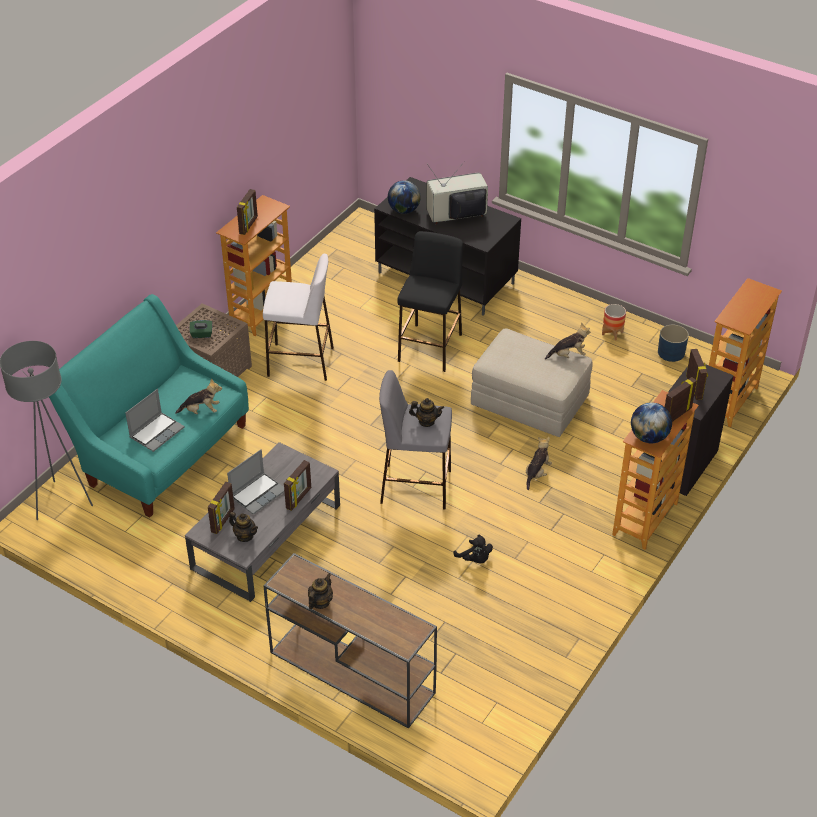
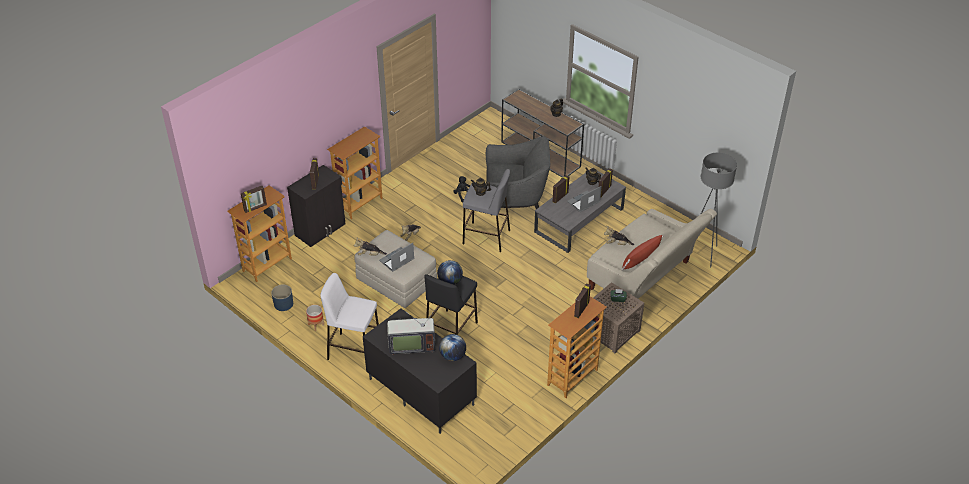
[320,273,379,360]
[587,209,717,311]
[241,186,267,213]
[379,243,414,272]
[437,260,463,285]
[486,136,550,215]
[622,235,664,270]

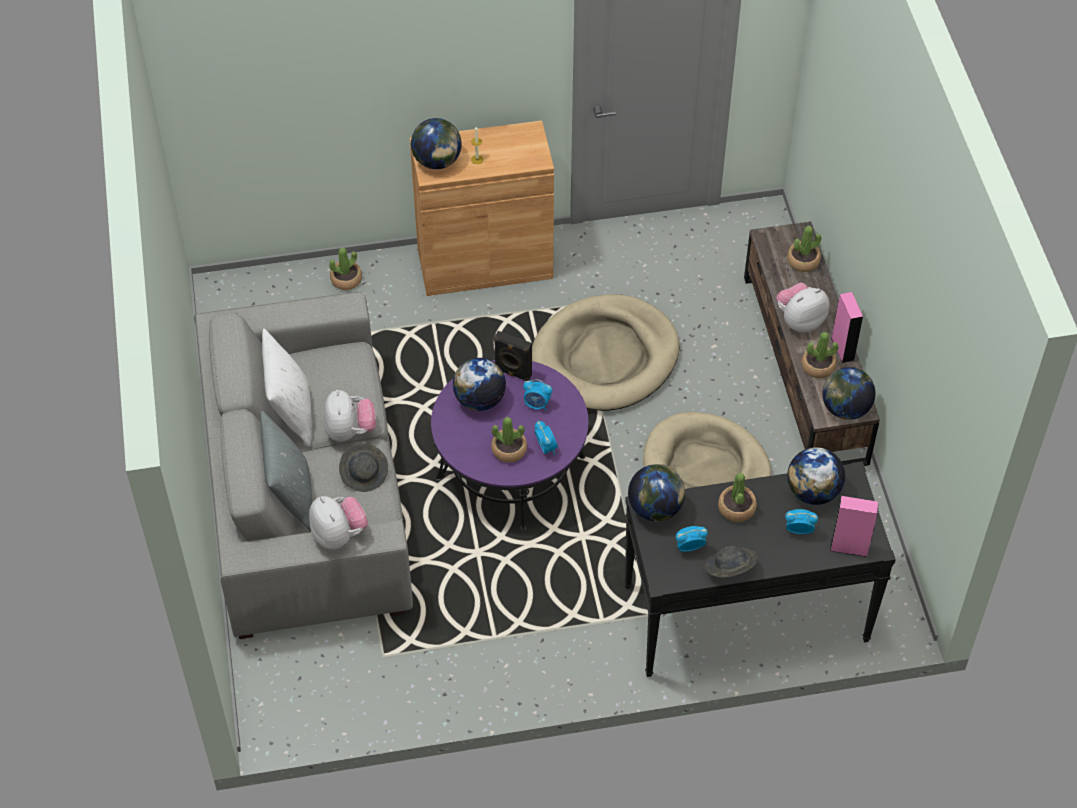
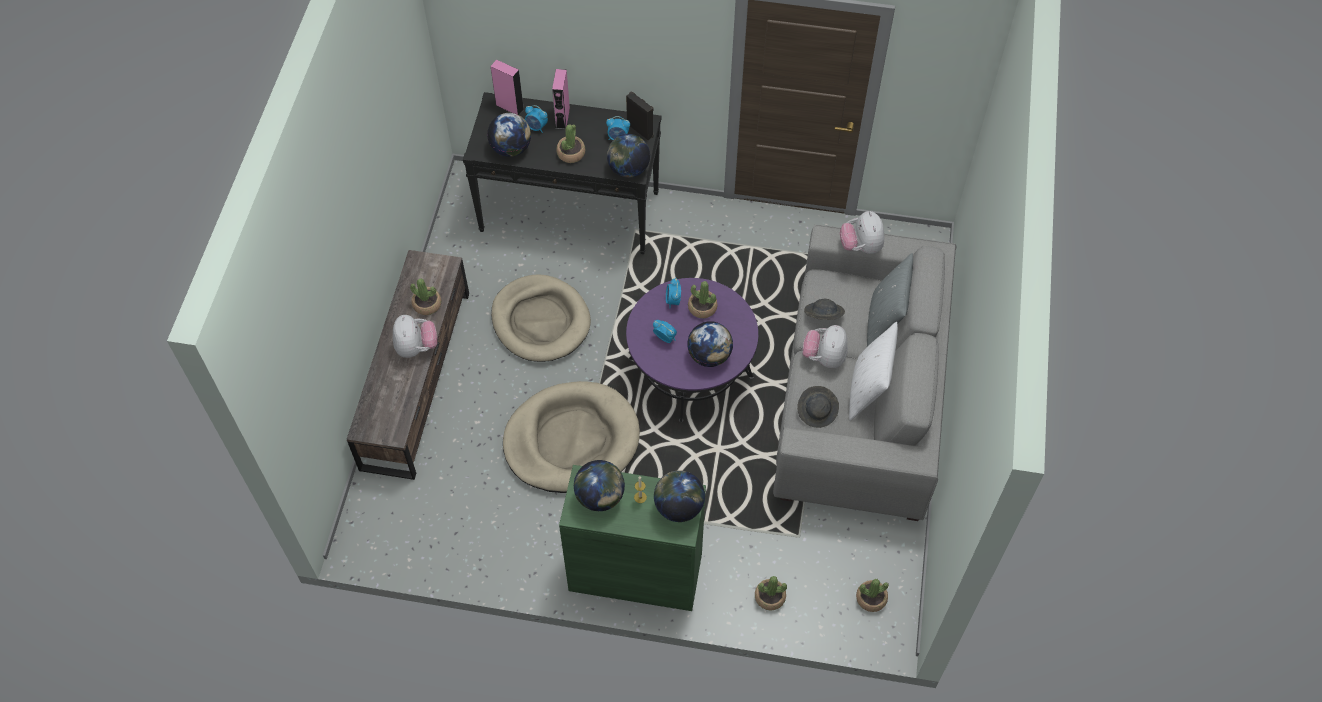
[559,465,706,611]
[856,579,889,612]
[393,315,437,358]
[552,69,570,129]
[626,91,654,140]
[574,460,625,511]
[797,386,839,428]

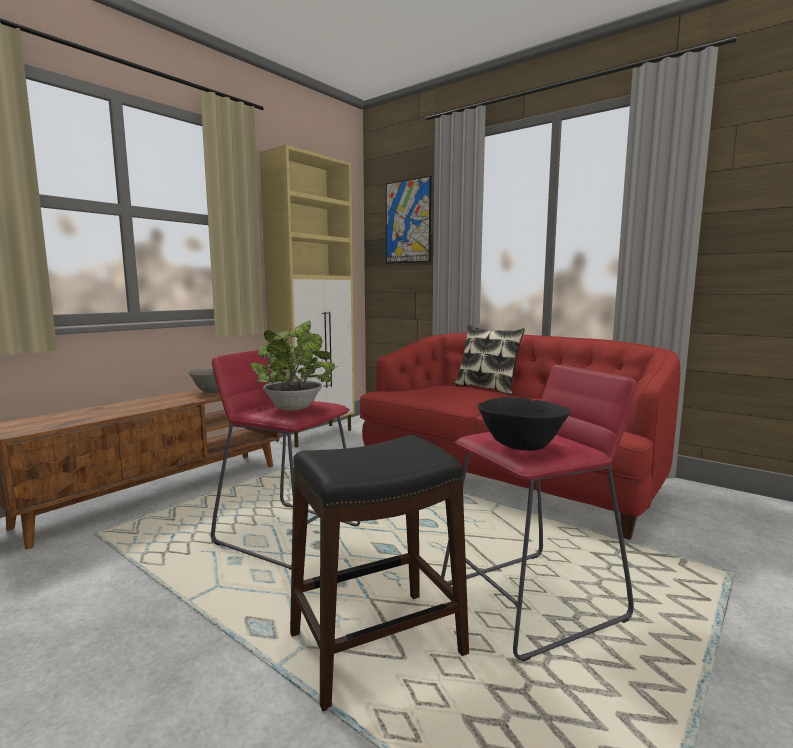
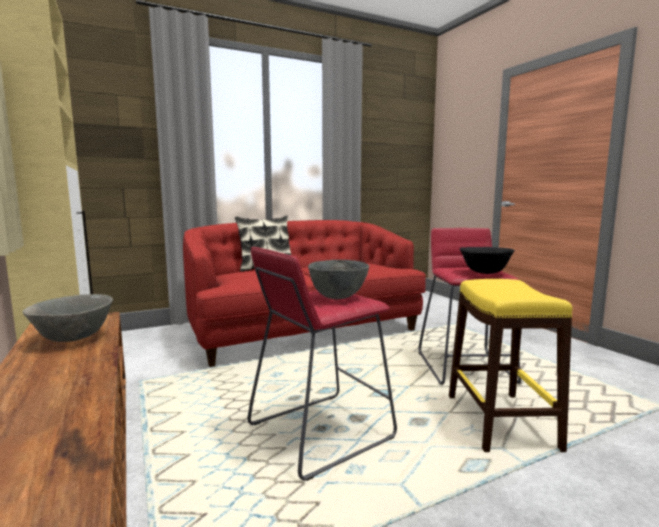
[386,176,432,264] (first image)
[308,260,369,299]
[449,279,573,452]

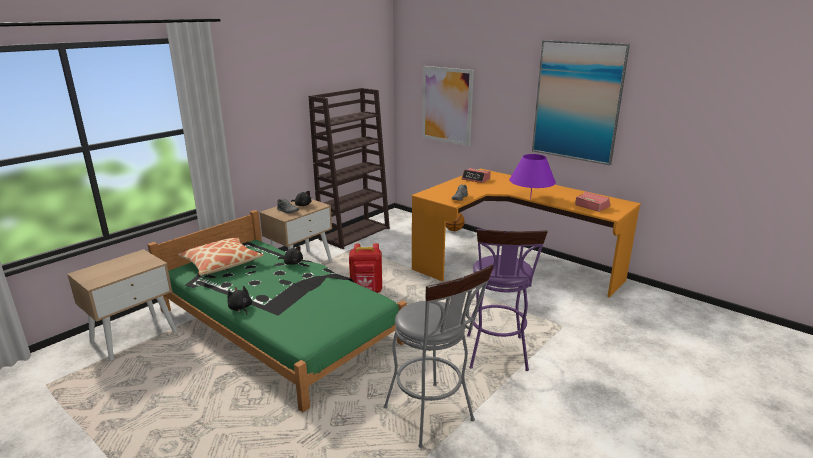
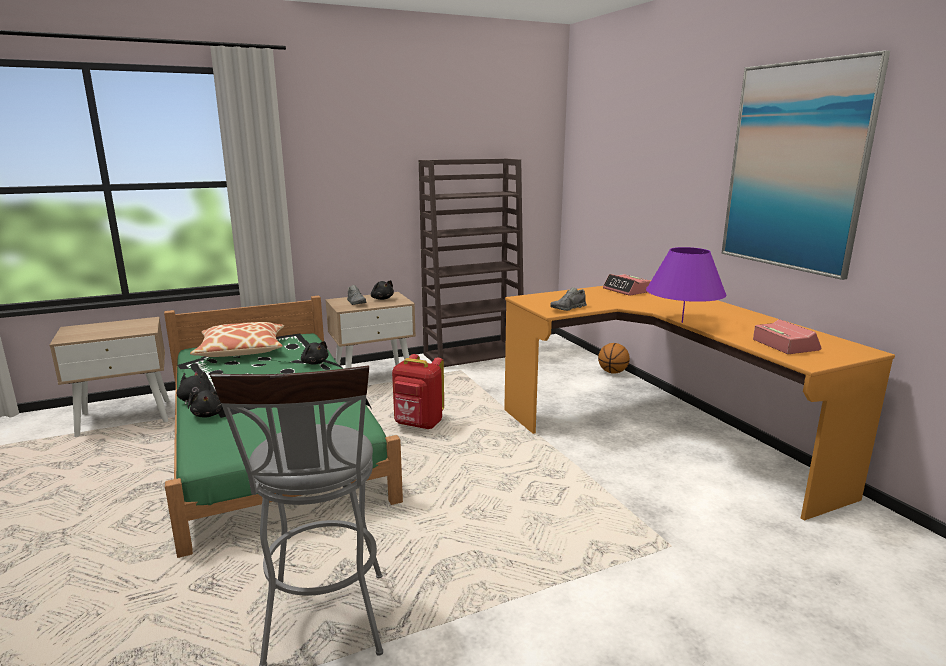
[422,66,474,146] (first image)
[467,229,548,371] (first image)
[190,390,223,418]

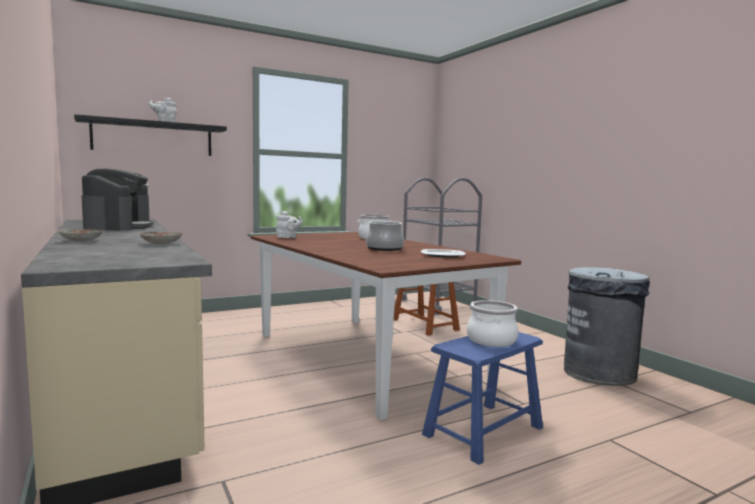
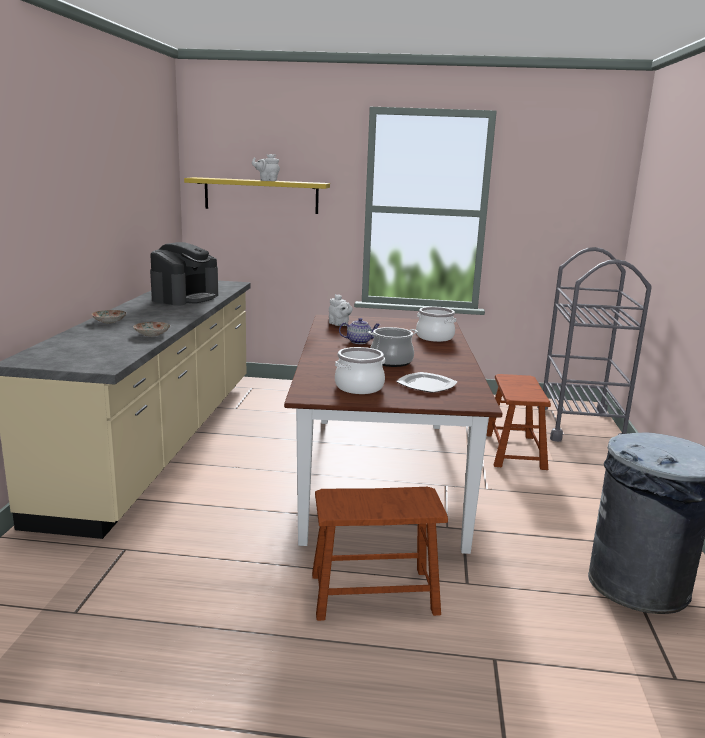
[184,177,330,214]
[335,347,385,394]
[312,487,448,621]
[339,318,381,344]

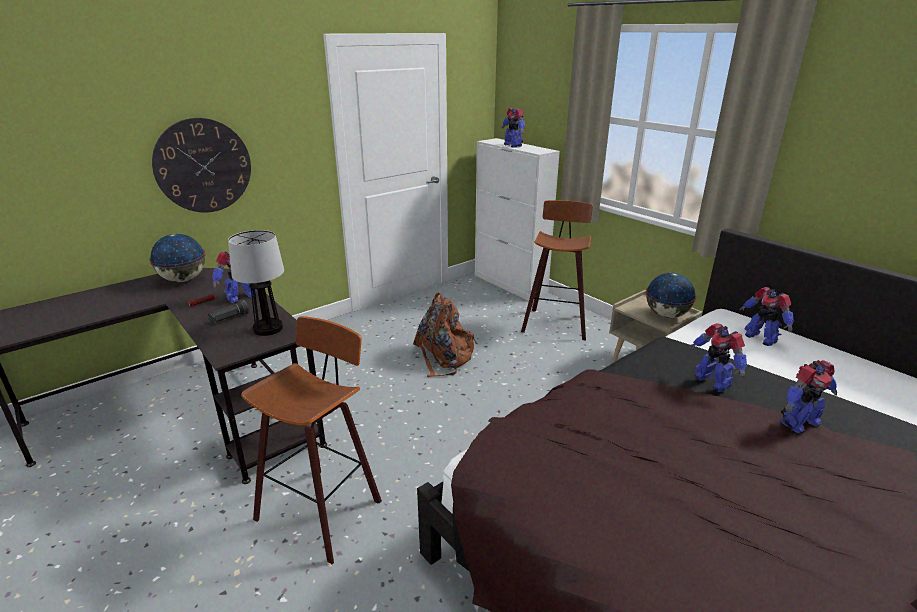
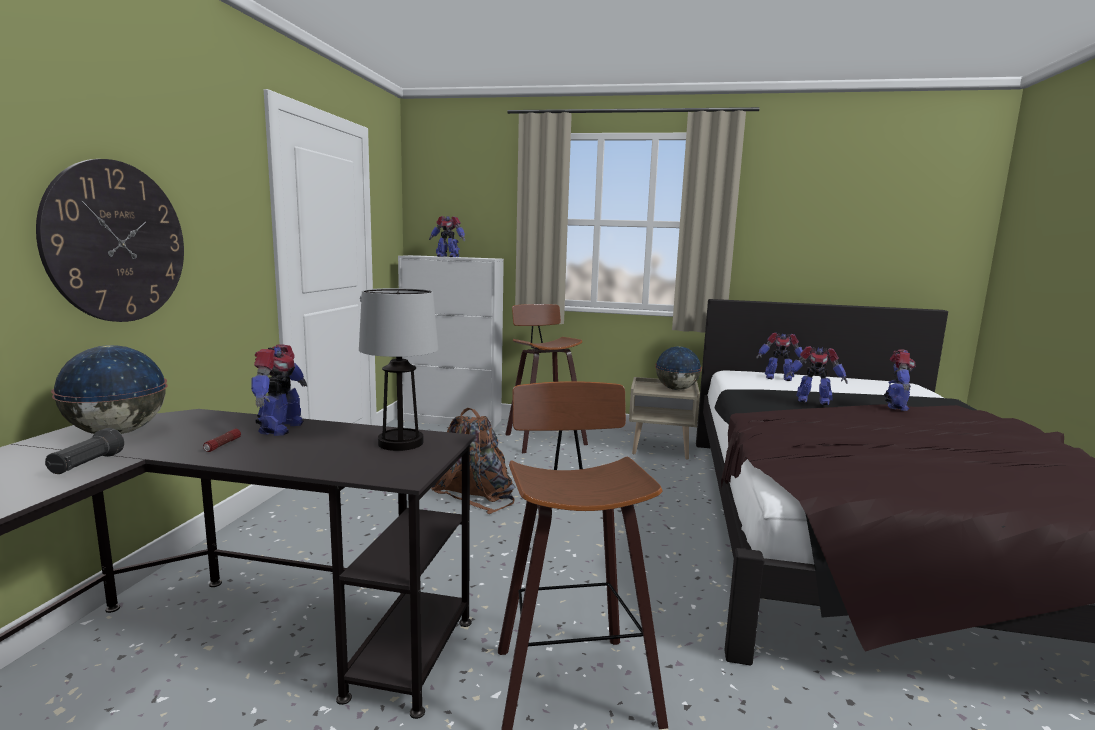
[45,428,124,474]

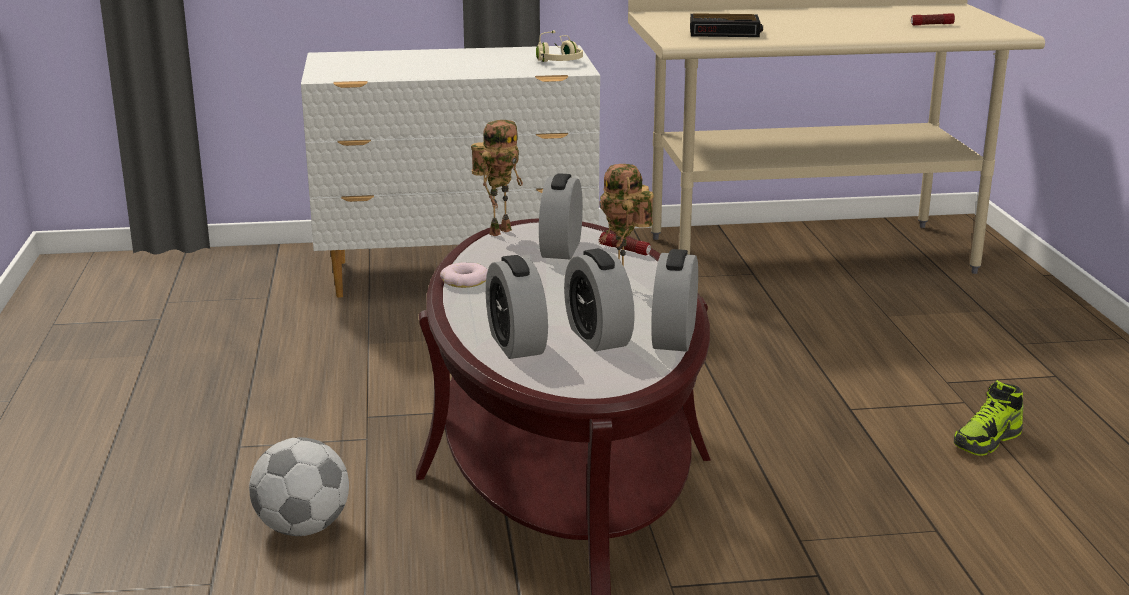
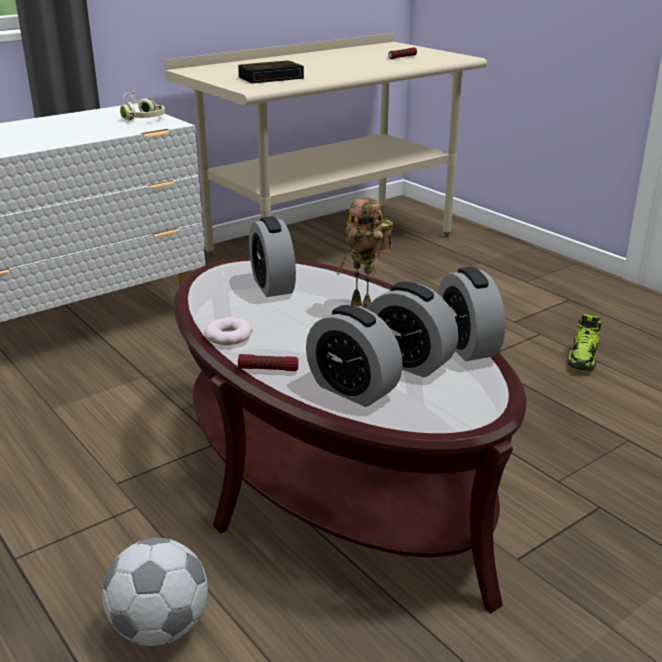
[471,120,523,236] (first image)
[238,354,299,371]

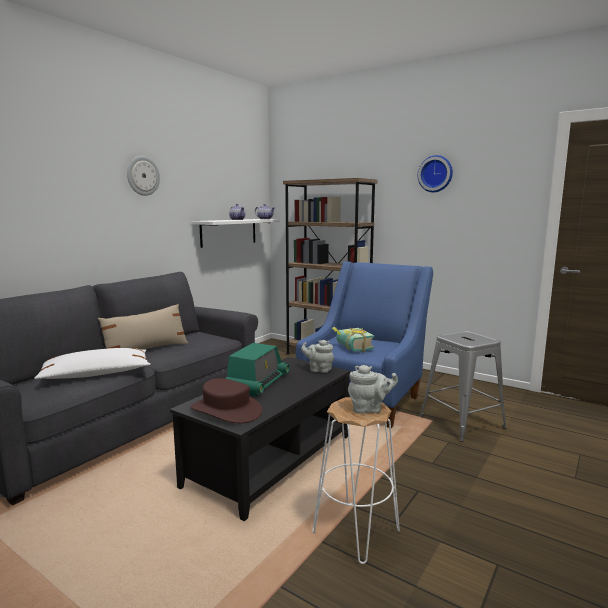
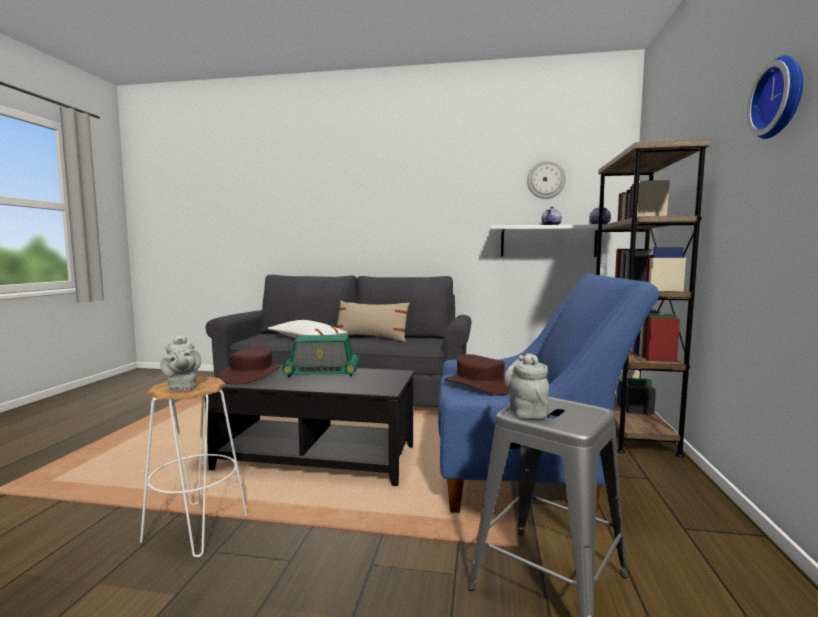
[527,160,566,199]
[444,354,510,395]
[504,353,549,418]

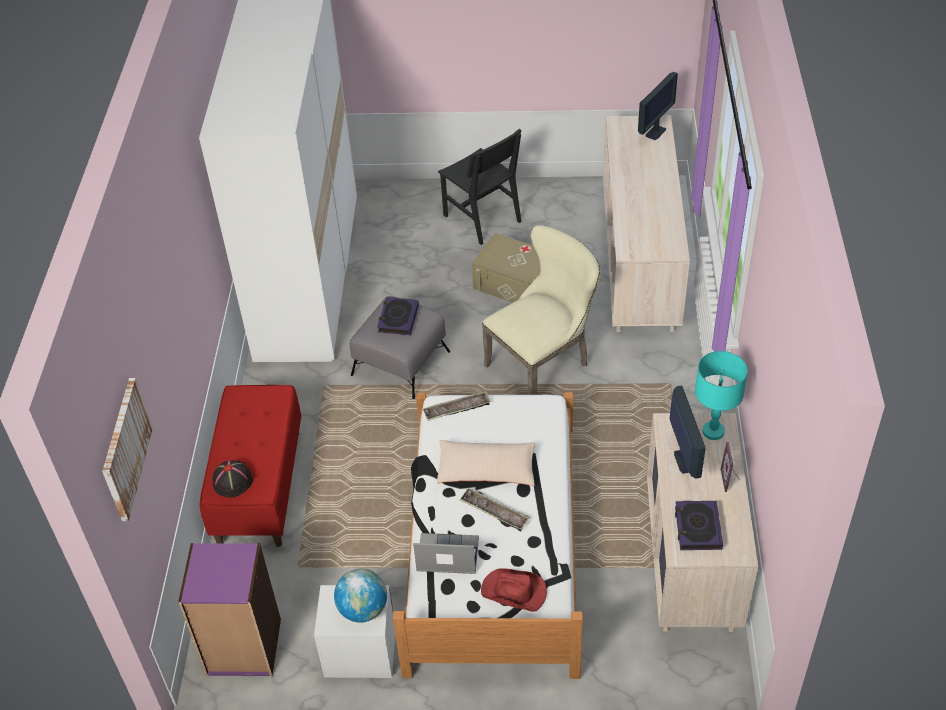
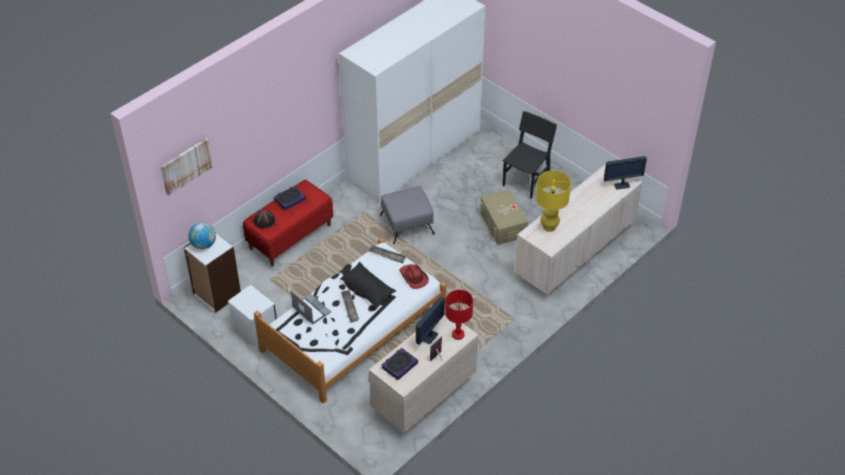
[502,111,557,199]
[482,225,601,395] (first image)
[274,186,306,210]
[445,290,473,340]
[340,262,396,308]
[184,234,241,313]
[399,264,429,289]
[189,222,216,249]
[536,170,571,232]

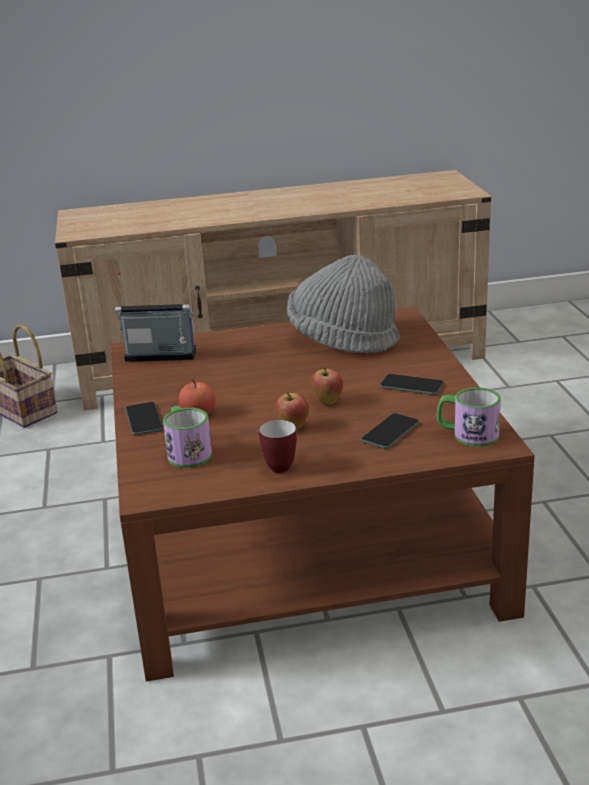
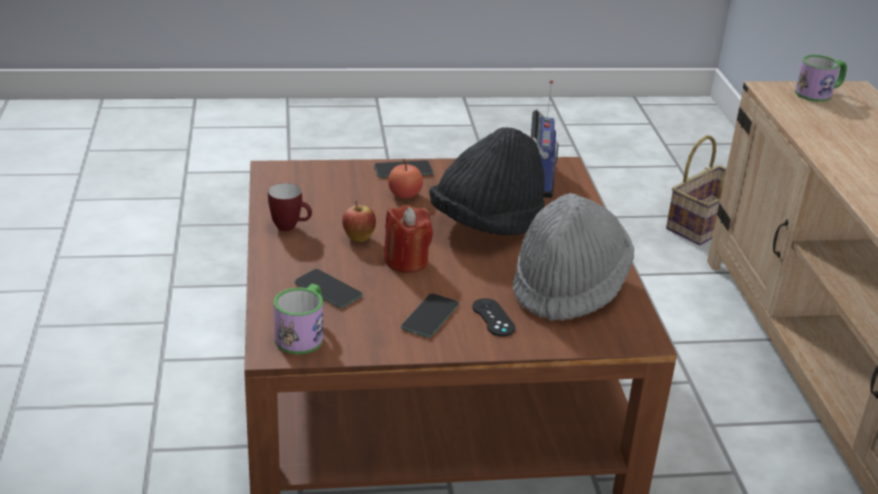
[384,205,433,273]
[795,55,847,102]
[429,127,545,236]
[472,298,516,336]

